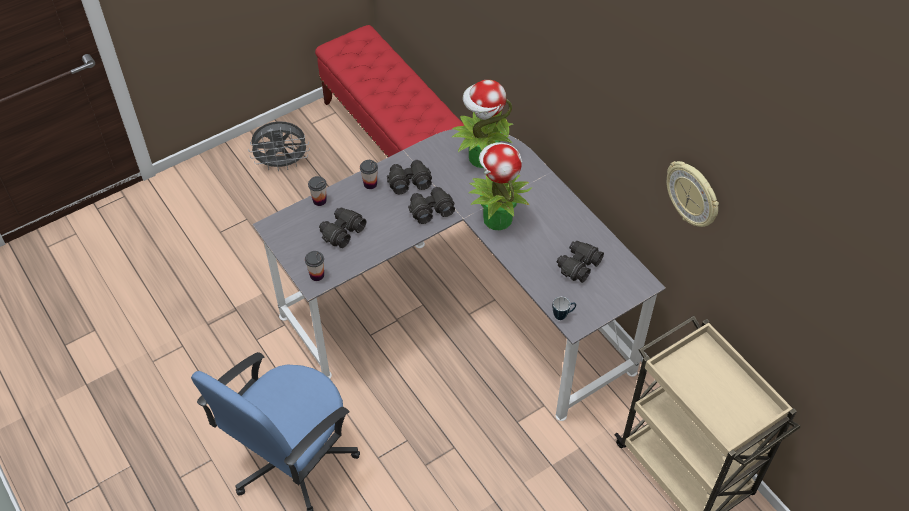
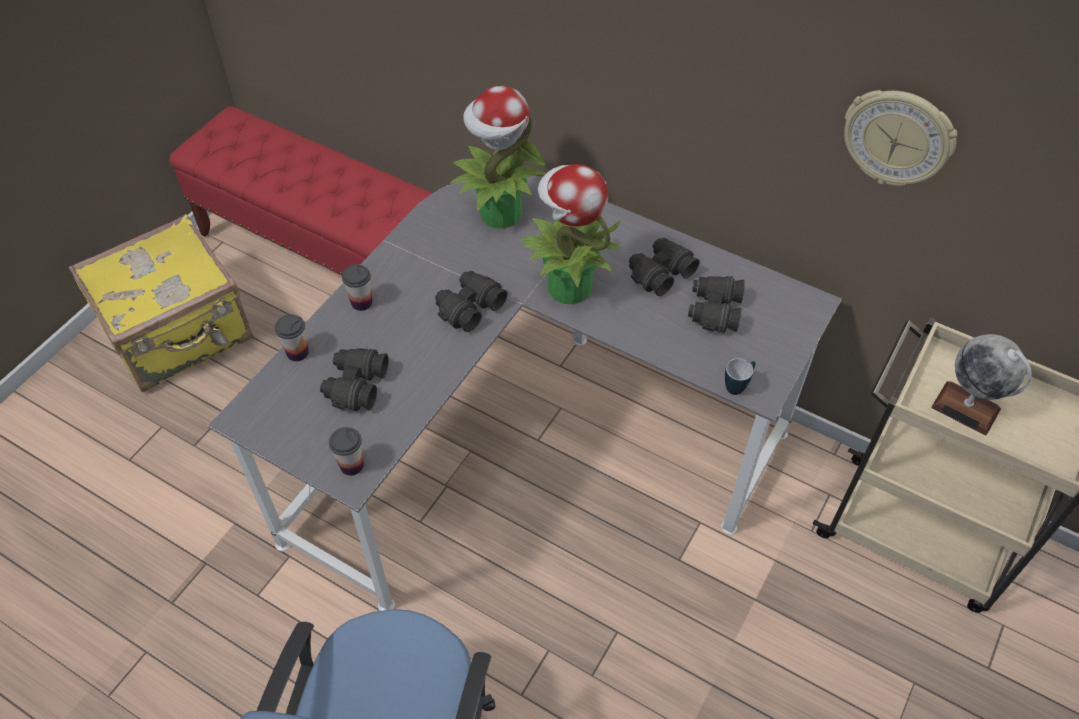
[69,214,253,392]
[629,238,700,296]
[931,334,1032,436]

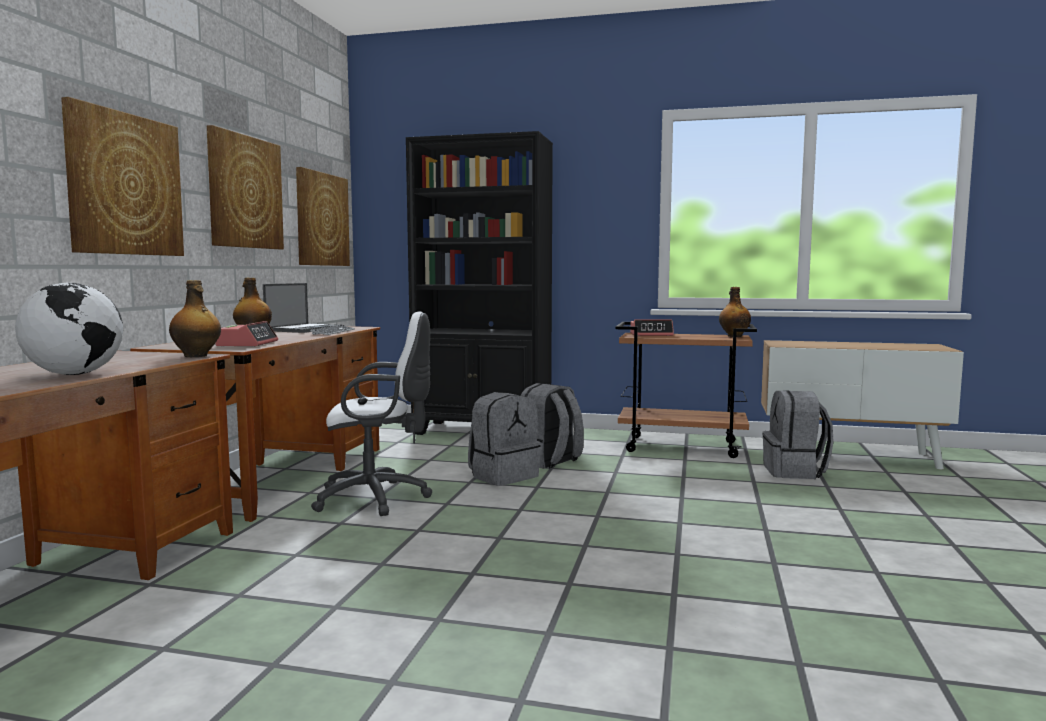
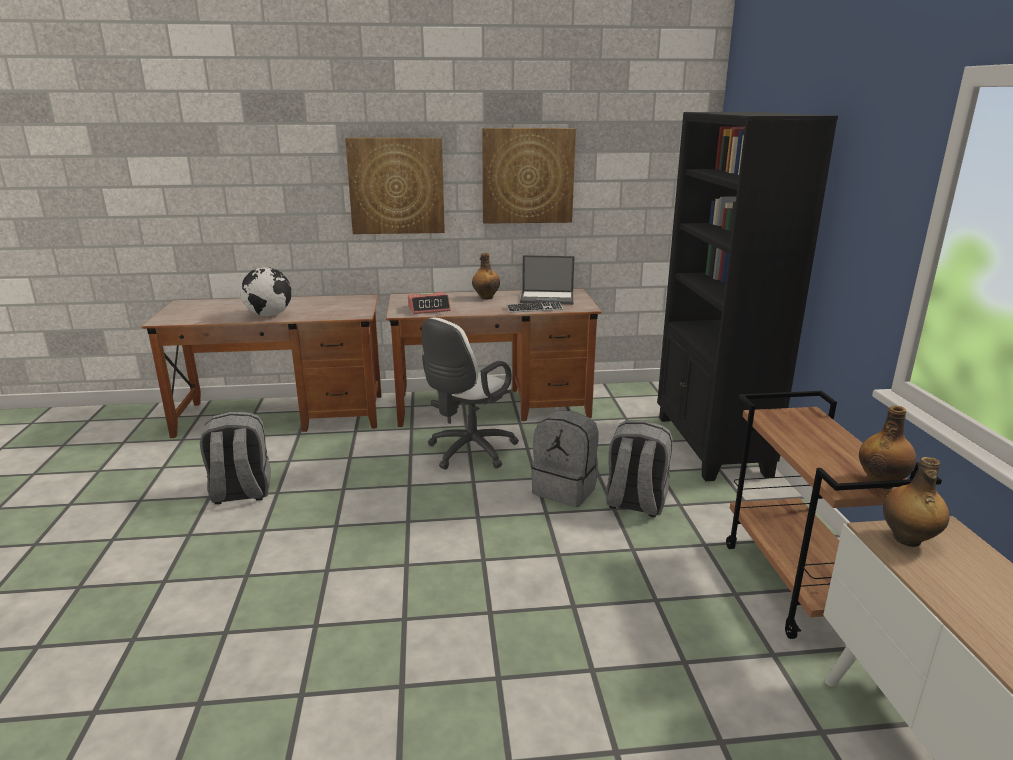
[296,167,350,266] (first image)
[883,457,950,547]
[422,318,519,469]
[630,319,674,336] (first image)
[200,412,271,504]

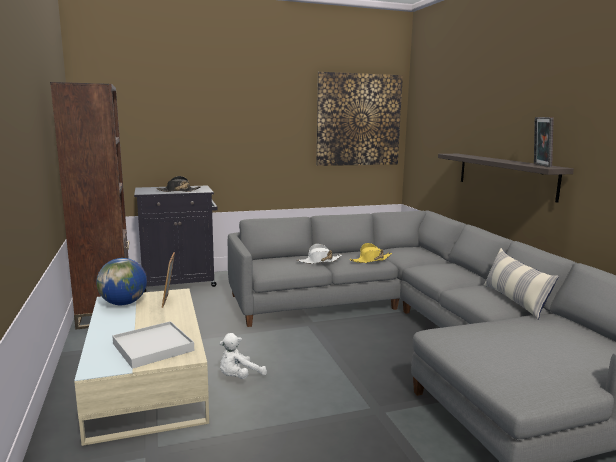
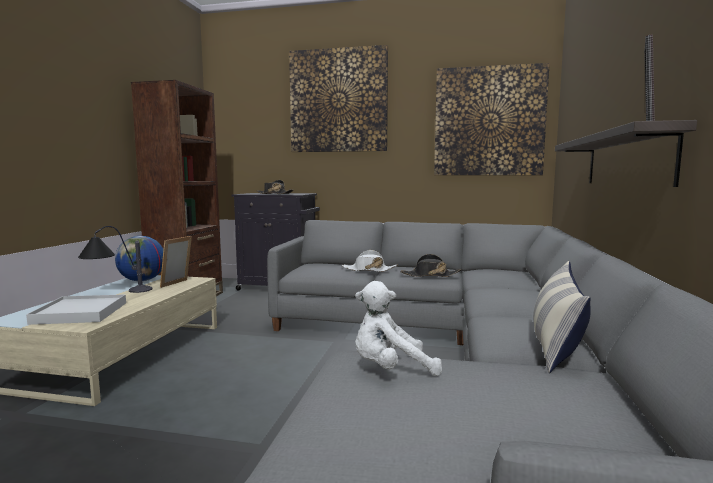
[401,254,461,277]
[355,281,442,376]
[289,45,388,152]
[78,226,153,293]

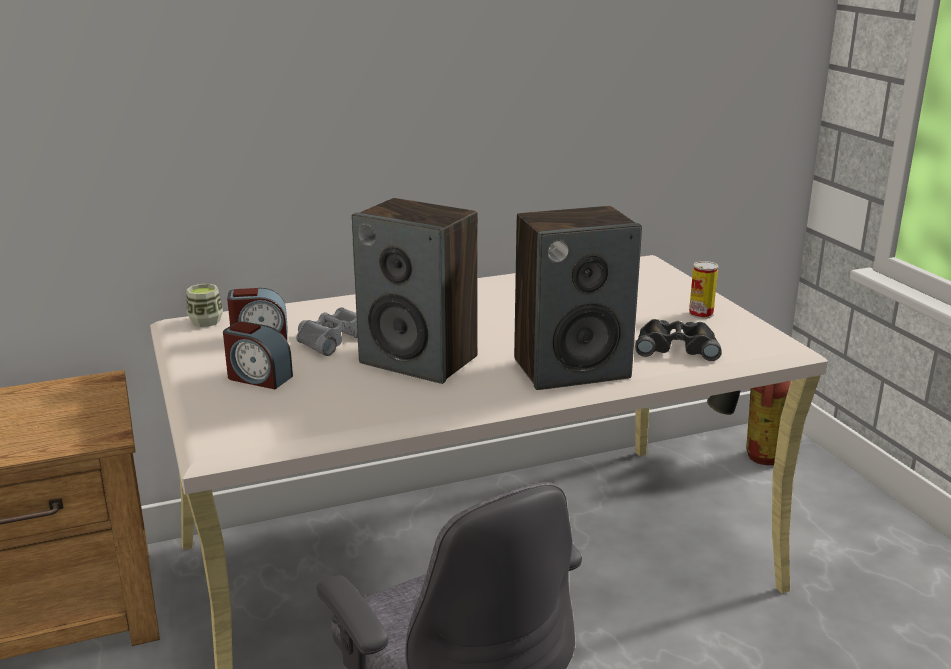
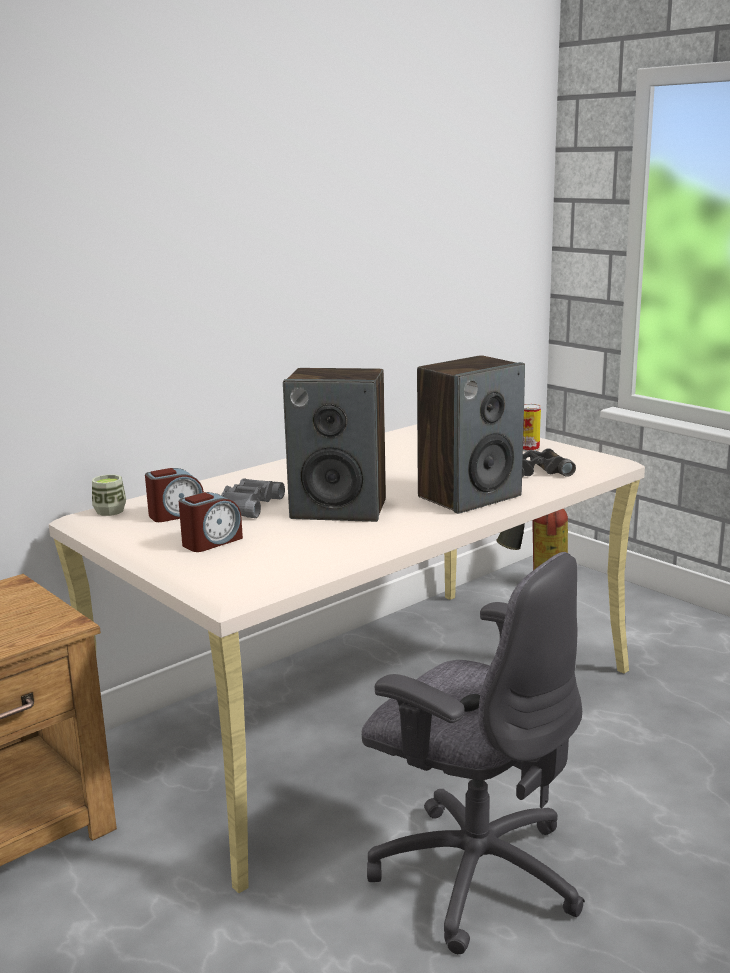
[179,492,243,552]

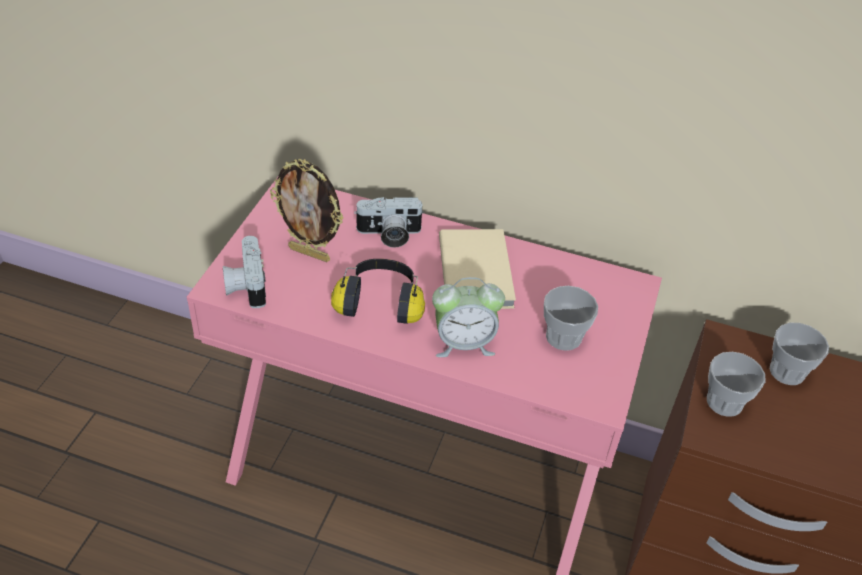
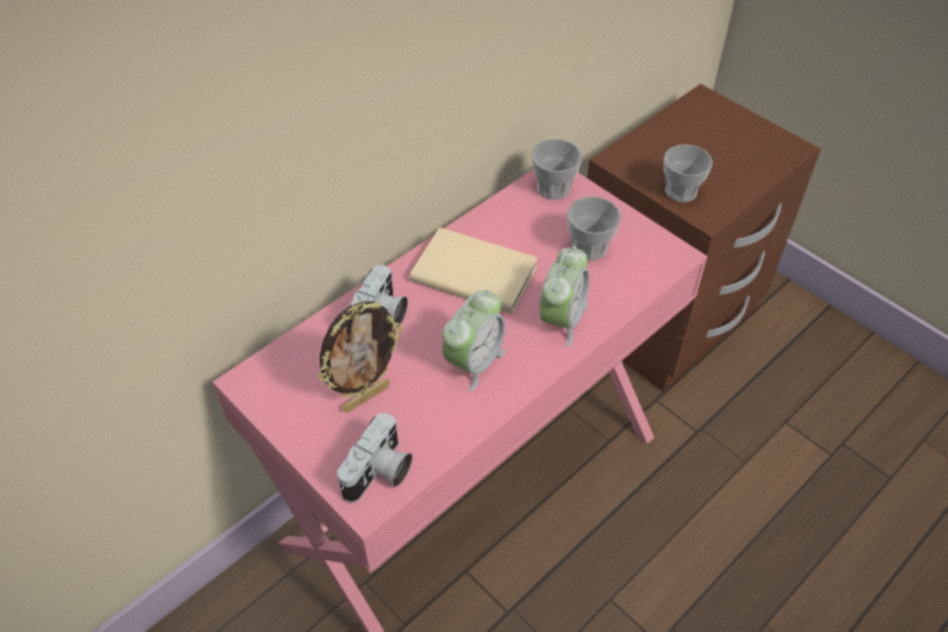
[337,413,412,503]
[442,290,506,392]
[532,139,582,200]

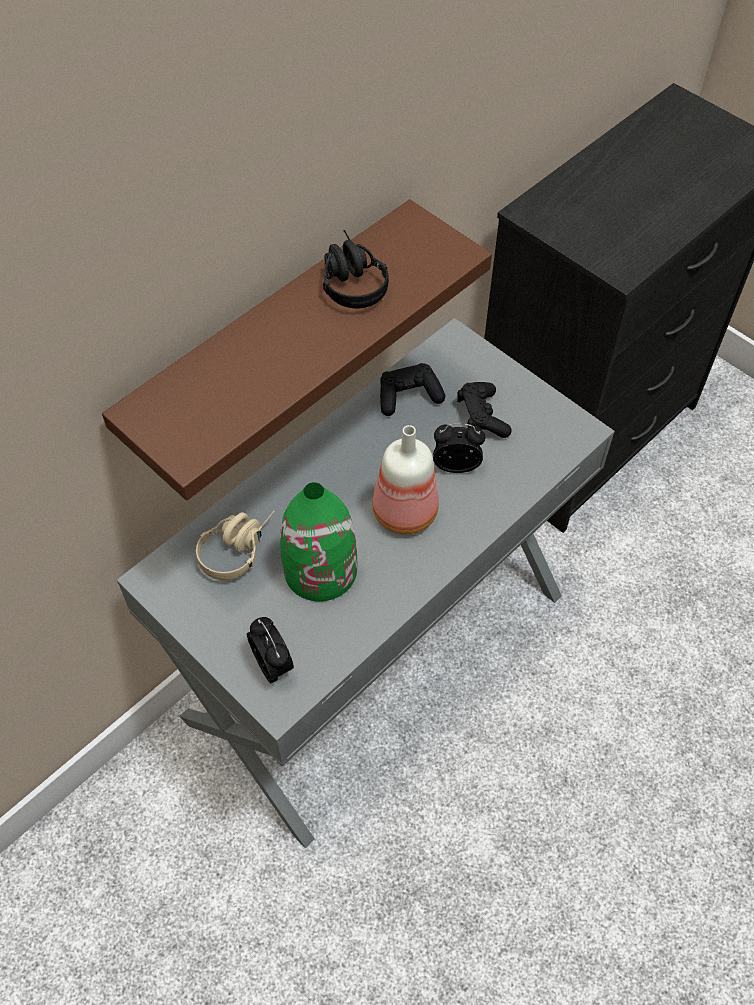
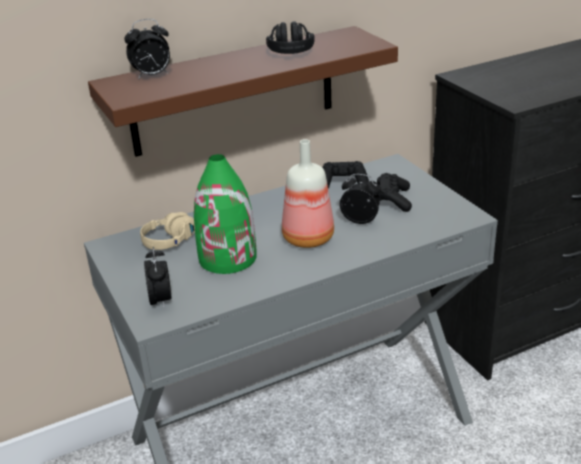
[124,19,170,78]

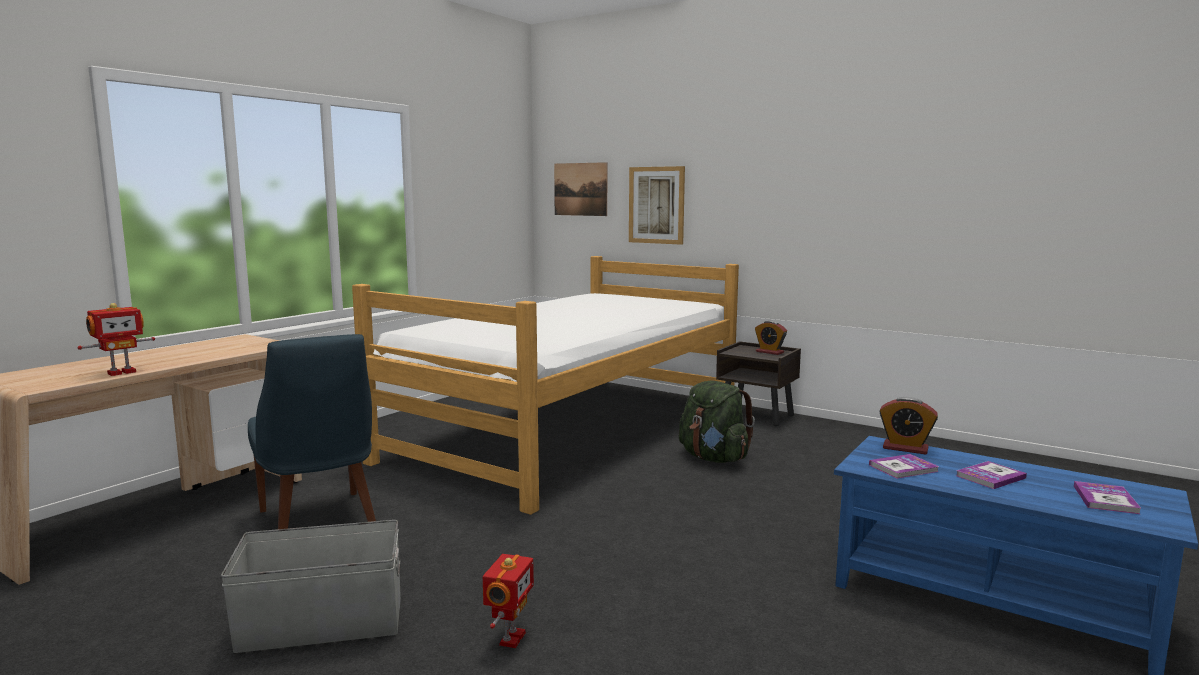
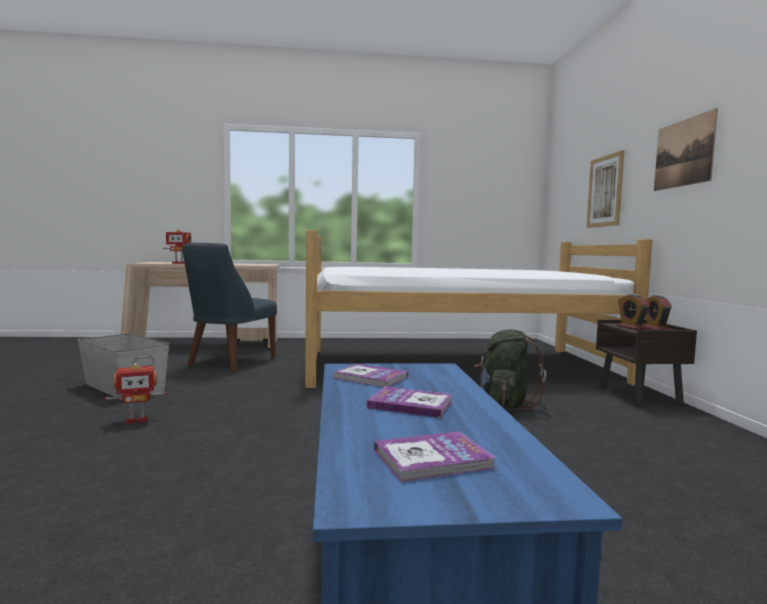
[654,108,718,191]
[616,294,649,330]

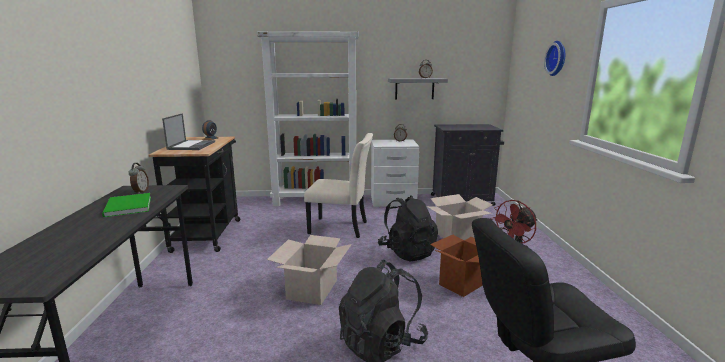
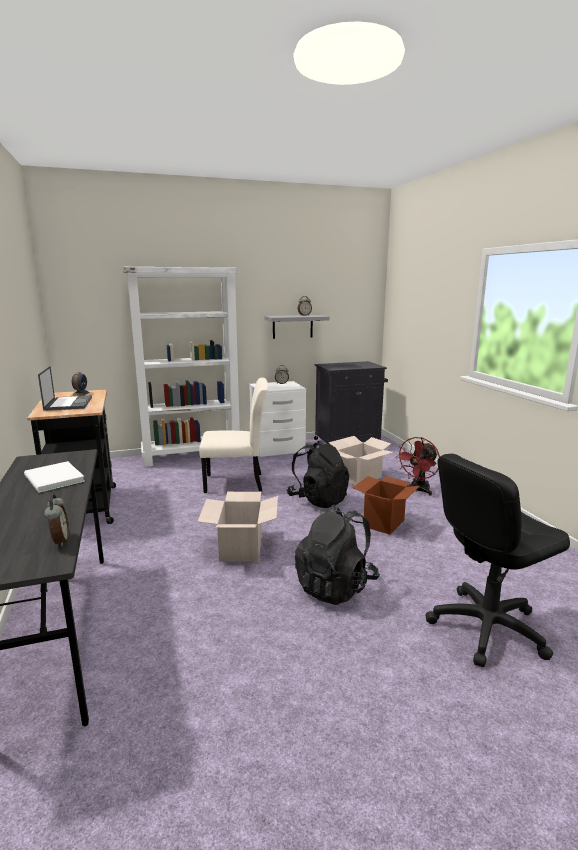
[544,41,565,76] (first image)
[44,495,69,547]
[24,461,85,493]

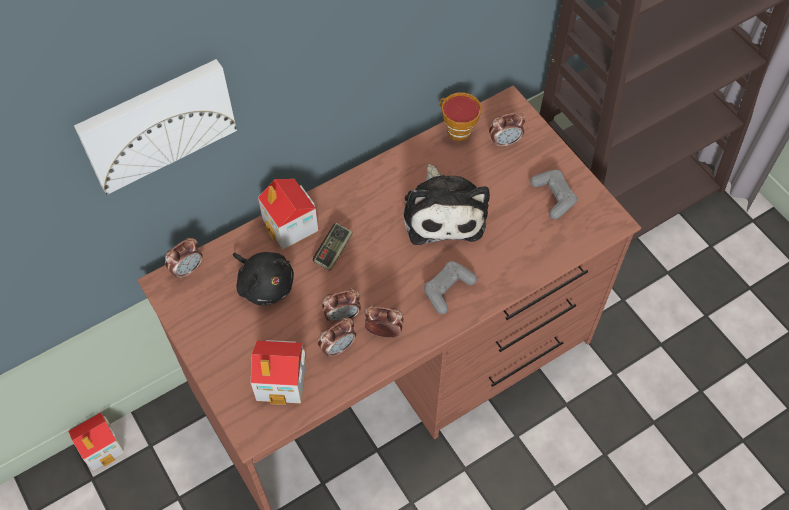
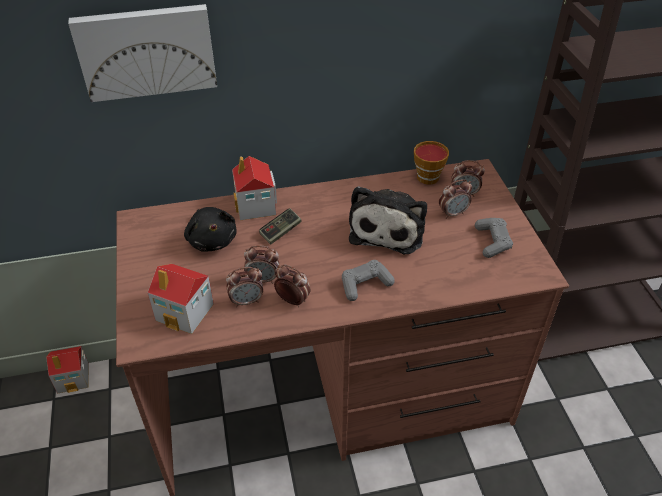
[439,179,472,219]

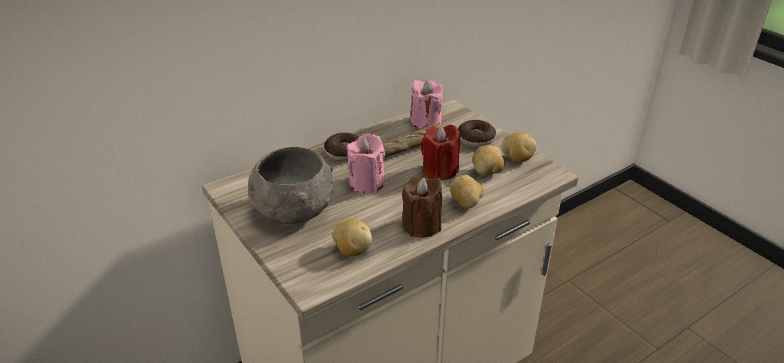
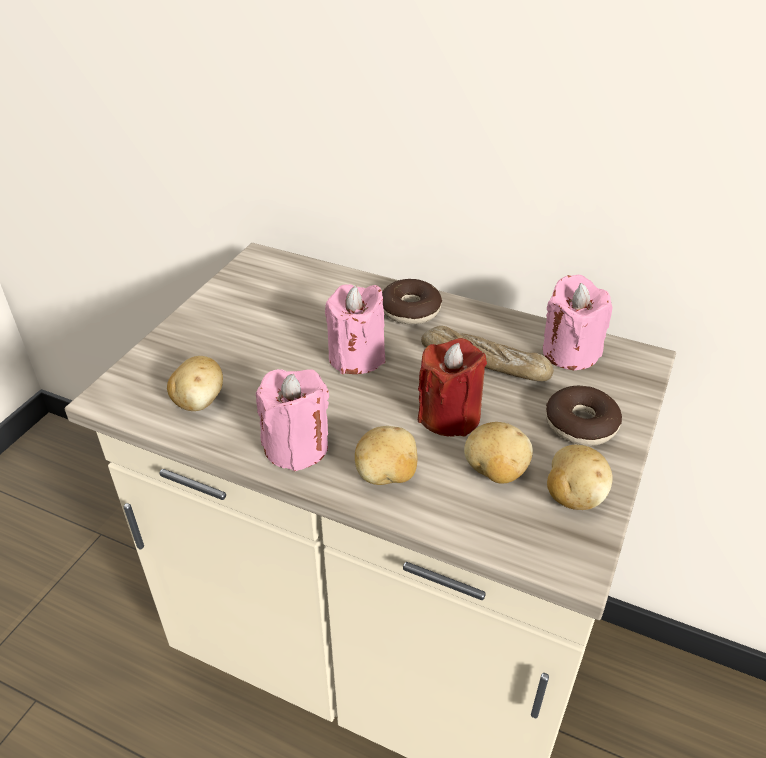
[248,147,334,224] (first image)
[256,369,329,471]

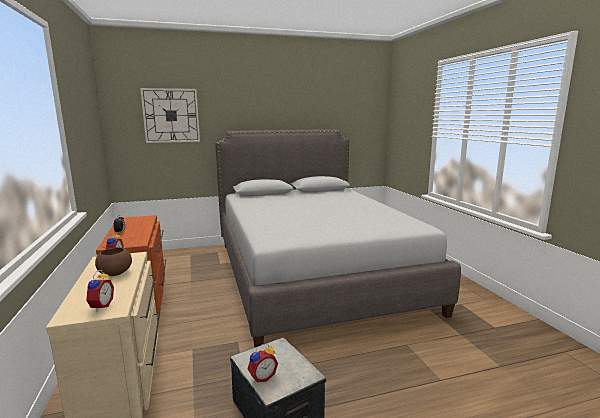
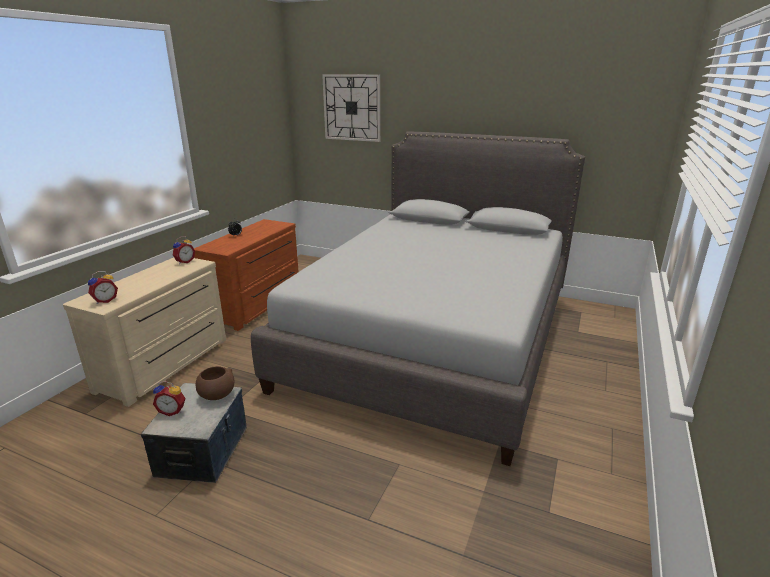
[196,366,234,400]

